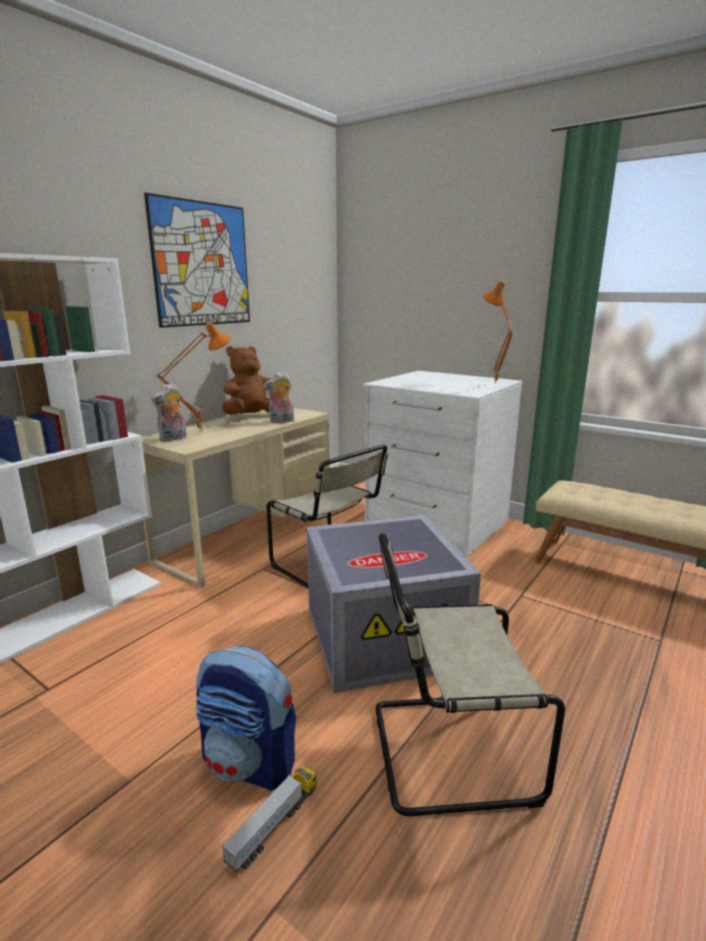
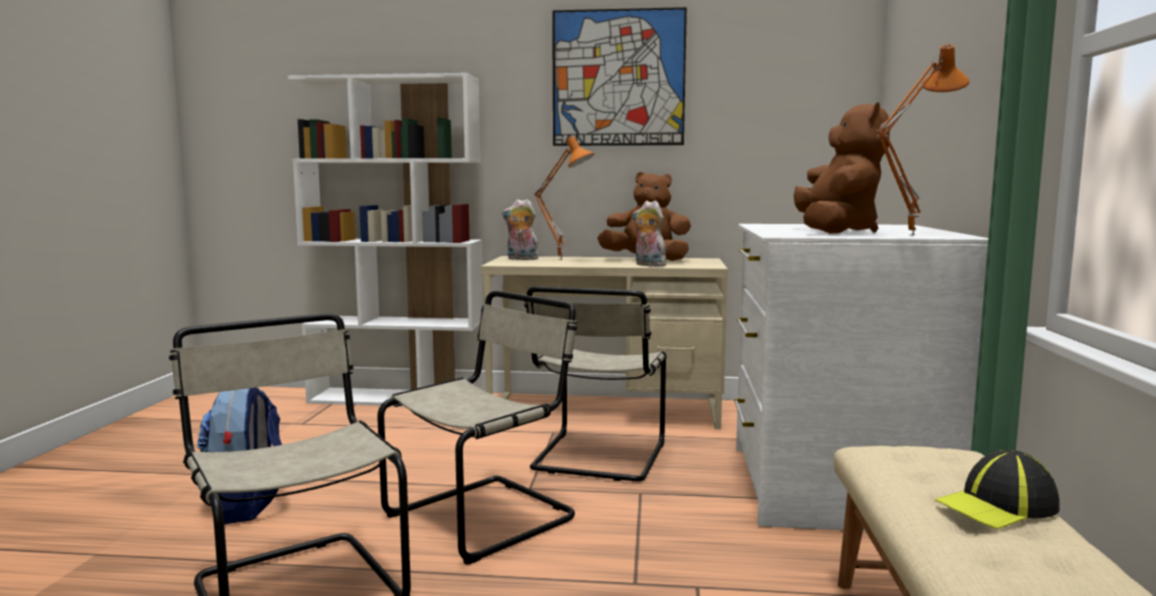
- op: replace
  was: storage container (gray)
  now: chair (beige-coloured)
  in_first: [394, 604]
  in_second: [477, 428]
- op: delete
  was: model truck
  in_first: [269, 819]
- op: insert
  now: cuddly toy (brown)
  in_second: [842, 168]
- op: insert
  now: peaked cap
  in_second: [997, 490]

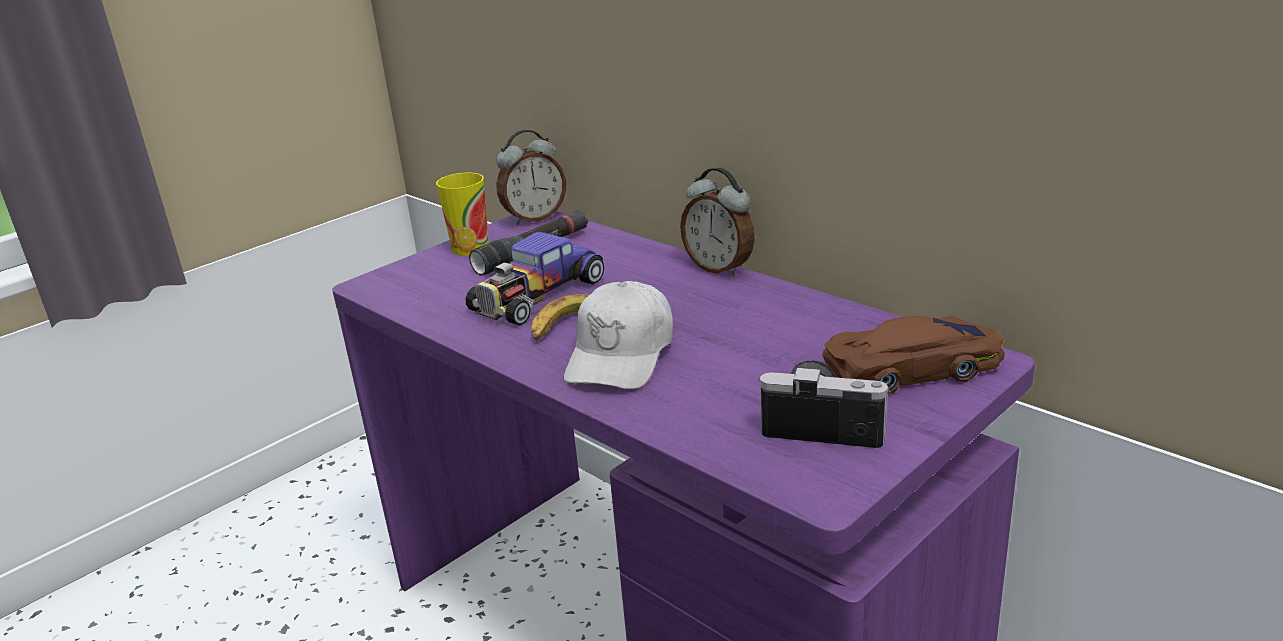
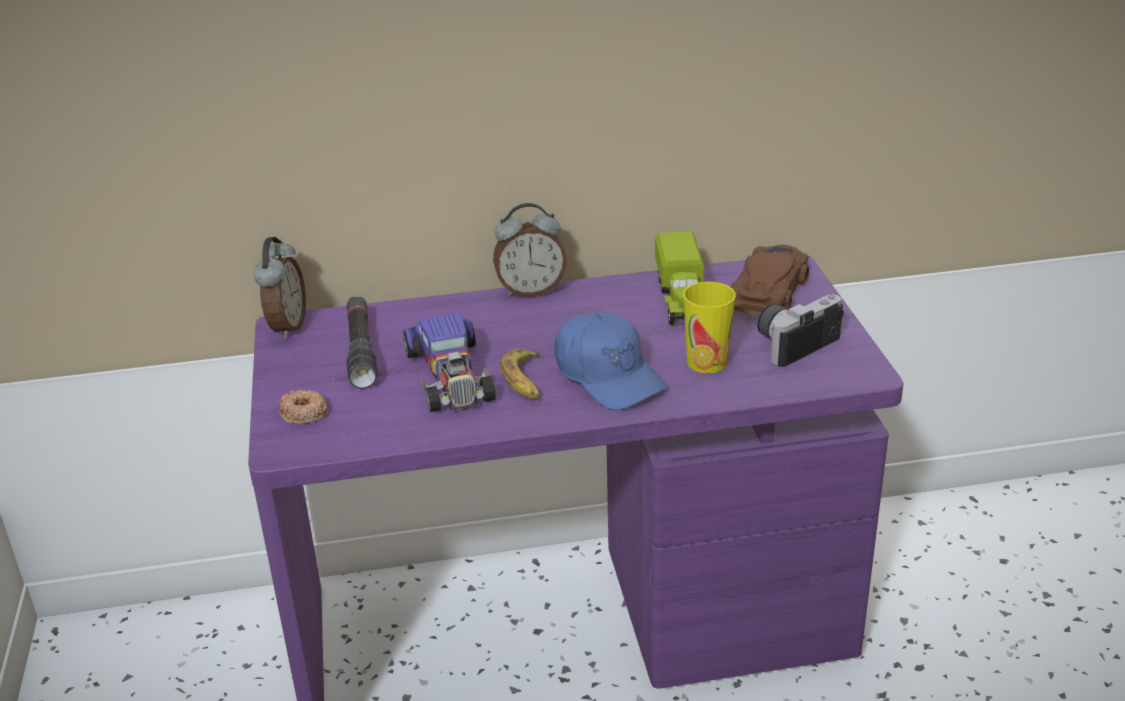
- op: move
  was: cup
  in_first: [462, 214]
  in_second: [709, 327]
- op: recolor
  was: peaked cap (white)
  now: peaked cap (bluish)
  in_first: [618, 335]
  in_second: [610, 361]
- op: insert
  now: model truck
  in_second: [679, 278]
- op: insert
  now: ring doughnut
  in_second: [303, 406]

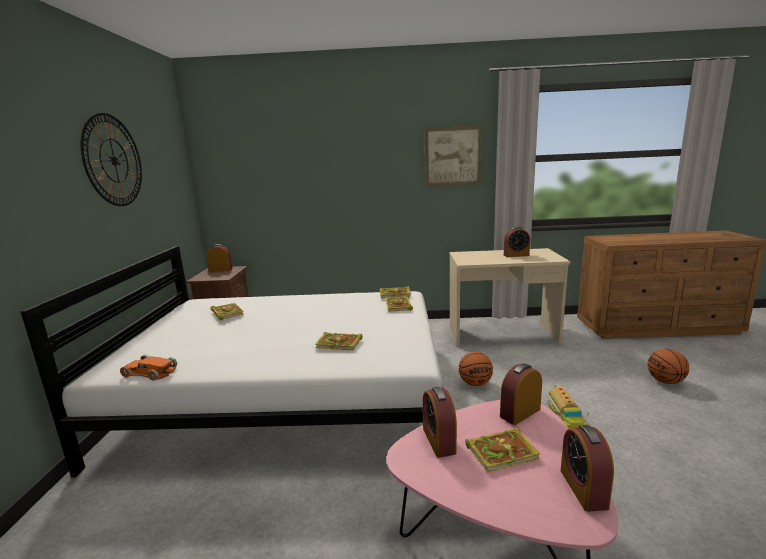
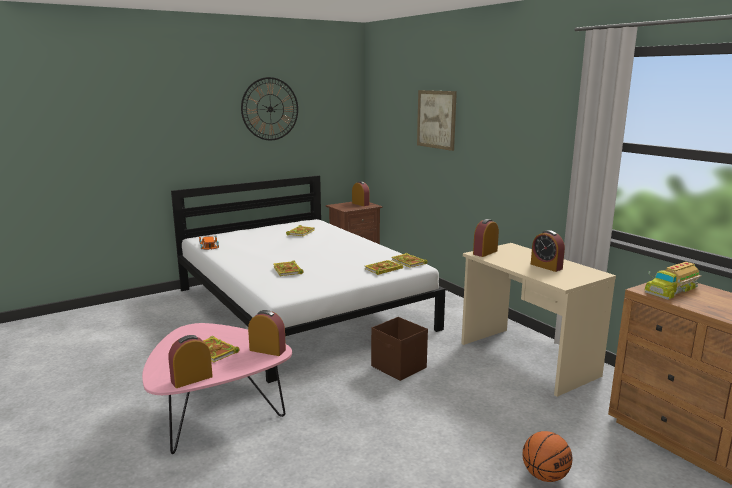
- op: move
  was: wall art
  in_first: [453, 156]
  in_second: [437, 120]
- op: replace
  was: basketball
  now: storage container (brown)
  in_first: [476, 369]
  in_second: [399, 349]
- op: move
  was: model truck
  in_first: [568, 406]
  in_second: [673, 280]
- op: move
  was: bedside clock
  in_first: [440, 422]
  in_second: [486, 238]

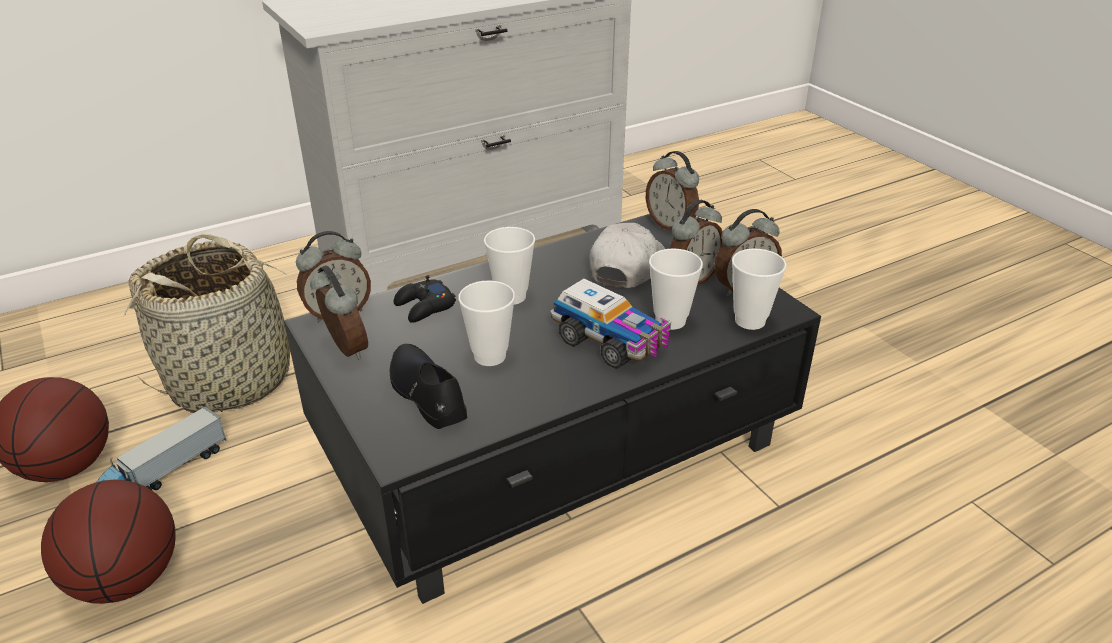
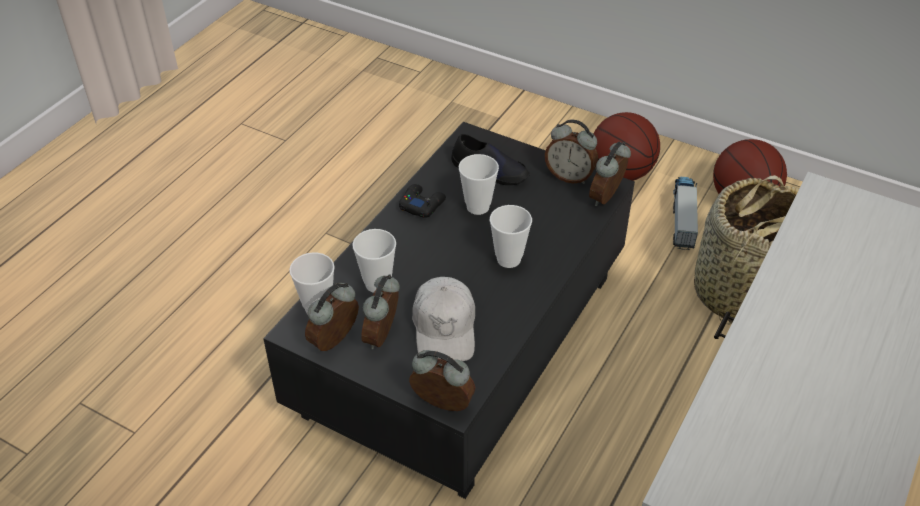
- op: move
  was: game controller (blackish)
  in_first: [425, 299]
  in_second: [422, 201]
- op: delete
  was: model truck
  in_first: [610, 324]

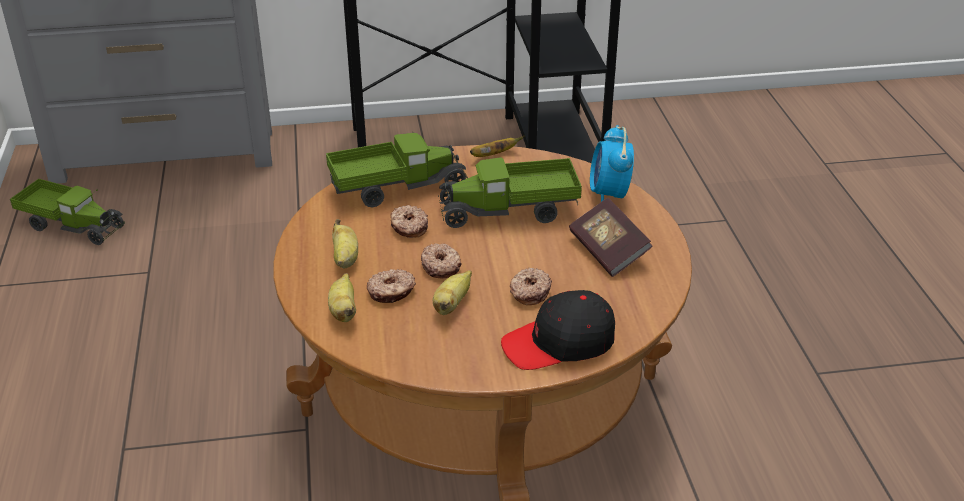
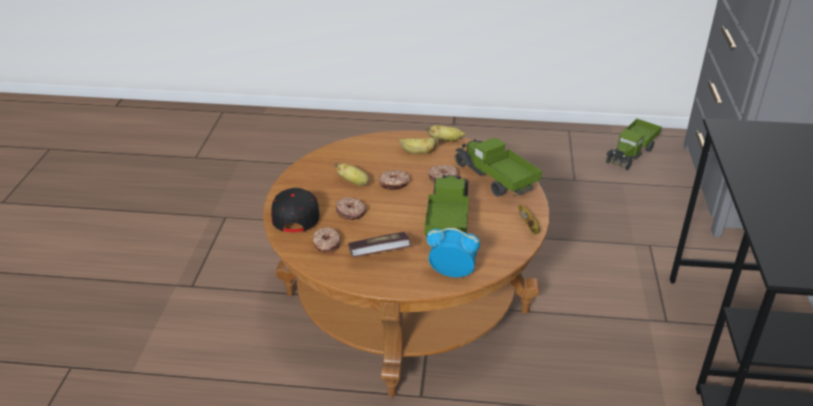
- op: rotate
  was: model truck
  in_first: [397, 170]
  in_second: [498, 167]
  clockwise: 150
- op: move
  was: ring doughnut
  in_first: [391, 286]
  in_second: [327, 240]
- op: move
  was: whole banana
  in_first: [342, 297]
  in_second: [446, 133]

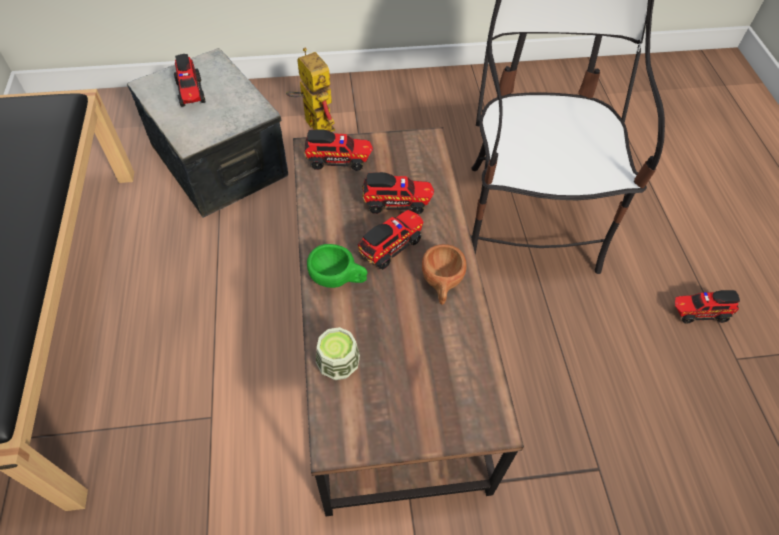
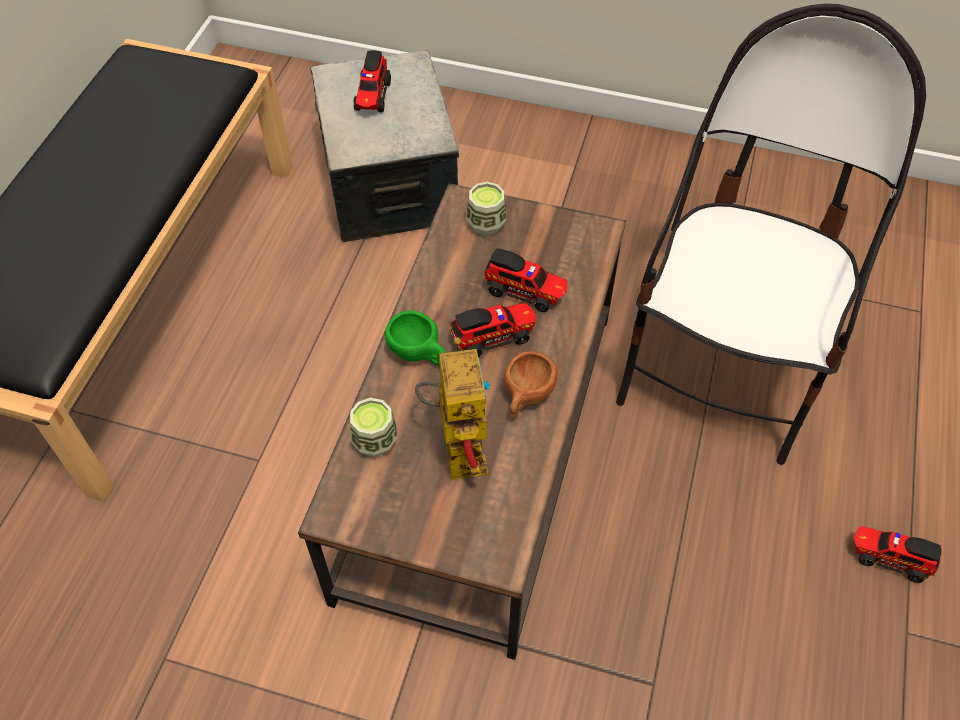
- op: move
  was: robot figure
  in_first: [310, 89]
  in_second: [452, 408]
- op: replace
  was: model truck
  now: cup
  in_first: [338, 150]
  in_second: [486, 209]

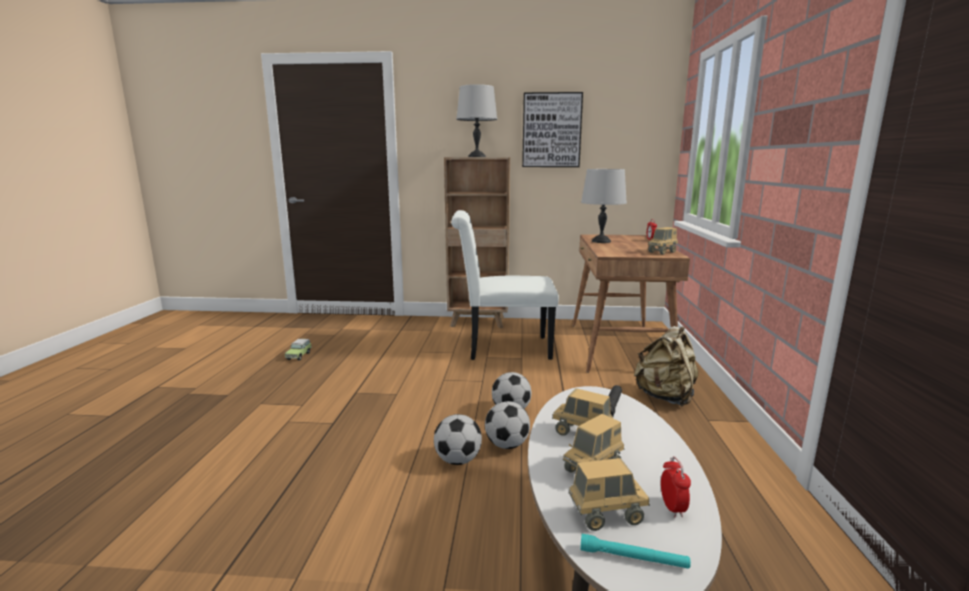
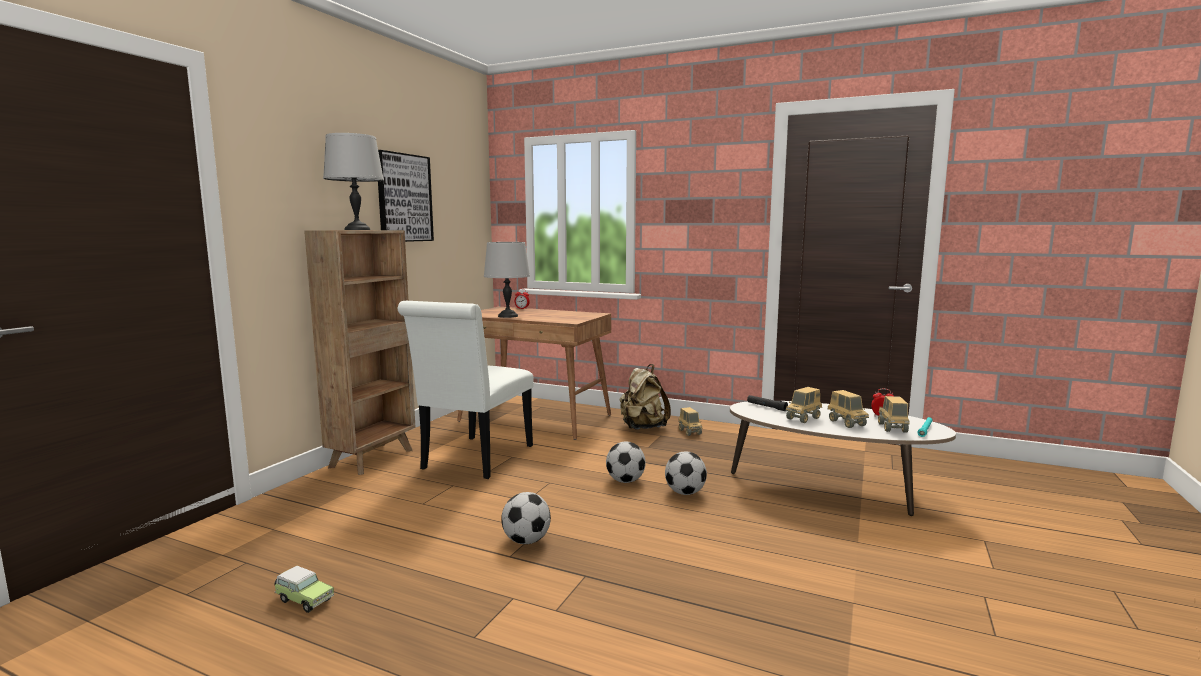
- op: move
  was: model truck
  in_first: [663, 240]
  in_second: [690, 421]
- op: move
  was: ball for football
  in_first: [458, 439]
  in_second: [526, 518]

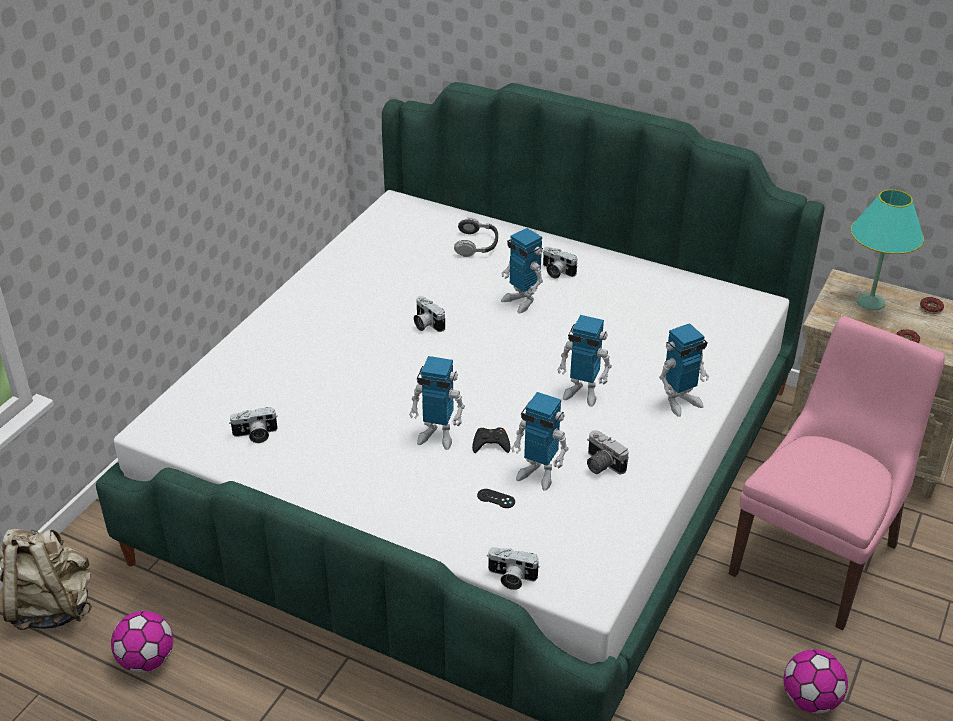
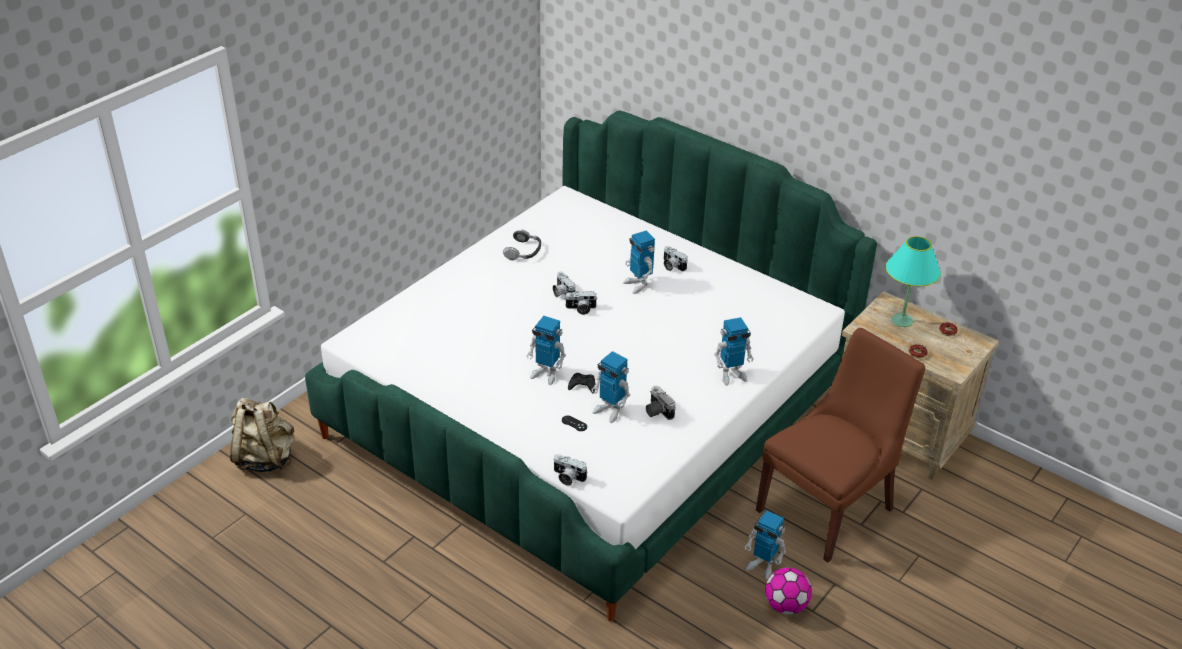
- op: move
  was: headphones
  in_first: [476, 237]
  in_second: [522, 244]
- op: move
  was: robot figure
  in_first: [584, 361]
  in_second: [765, 545]
- op: recolor
  was: chair (pink-coloured)
  now: chair (brown)
  in_first: [836, 473]
  in_second: [840, 445]
- op: move
  was: photo camera
  in_first: [253, 425]
  in_second: [581, 303]
- op: delete
  was: ball for football
  in_first: [142, 642]

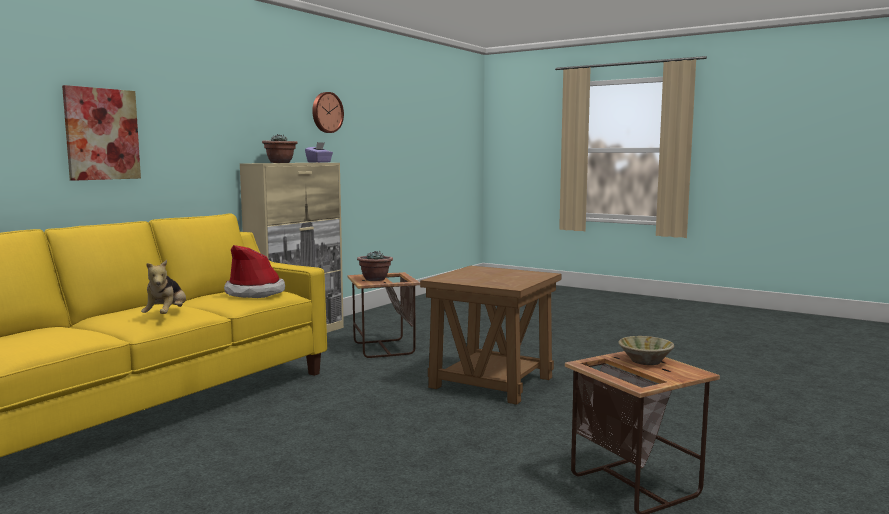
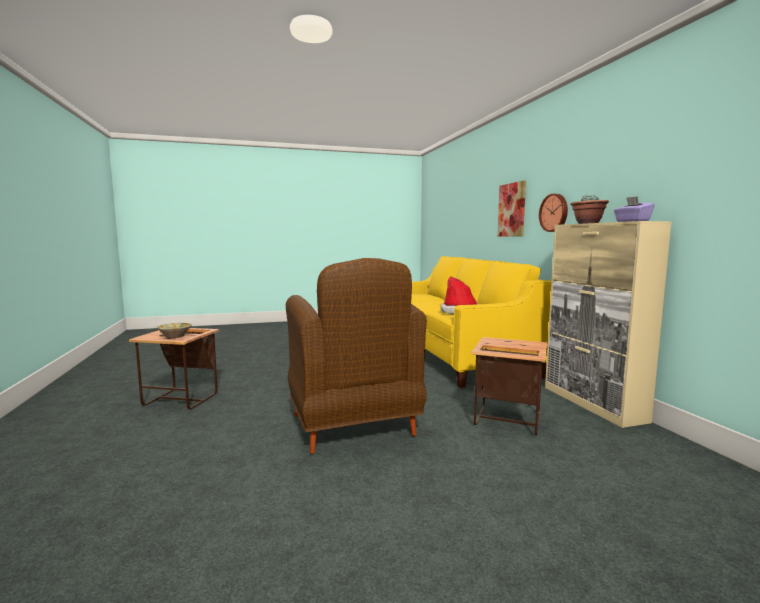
- op: move
  was: wall clock
  in_first: [328, 112]
  in_second: [553, 213]
- op: delete
  was: plant in a pot
  in_first: [375, 265]
- op: delete
  was: cuddly toy
  in_first: [163, 287]
- op: replace
  was: accent table (brown)
  now: armchair (brown)
  in_first: [490, 335]
  in_second: [356, 356]

